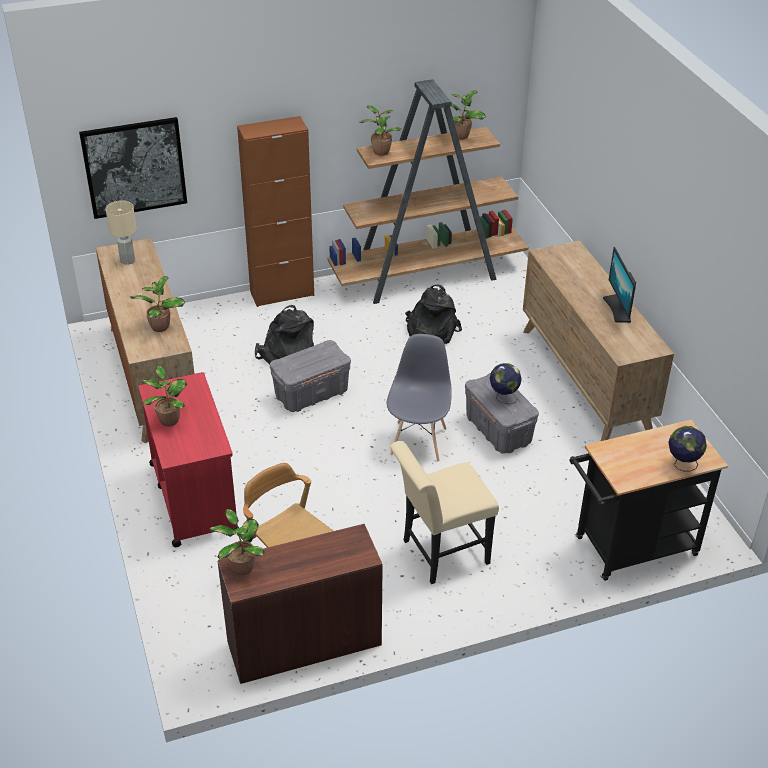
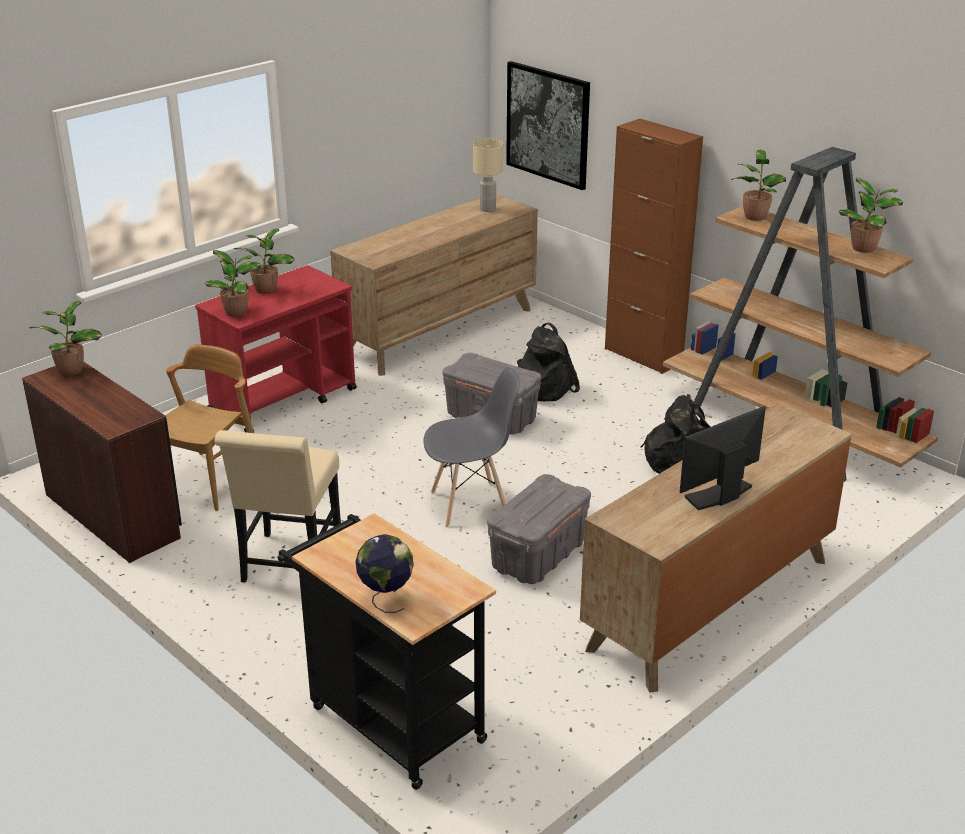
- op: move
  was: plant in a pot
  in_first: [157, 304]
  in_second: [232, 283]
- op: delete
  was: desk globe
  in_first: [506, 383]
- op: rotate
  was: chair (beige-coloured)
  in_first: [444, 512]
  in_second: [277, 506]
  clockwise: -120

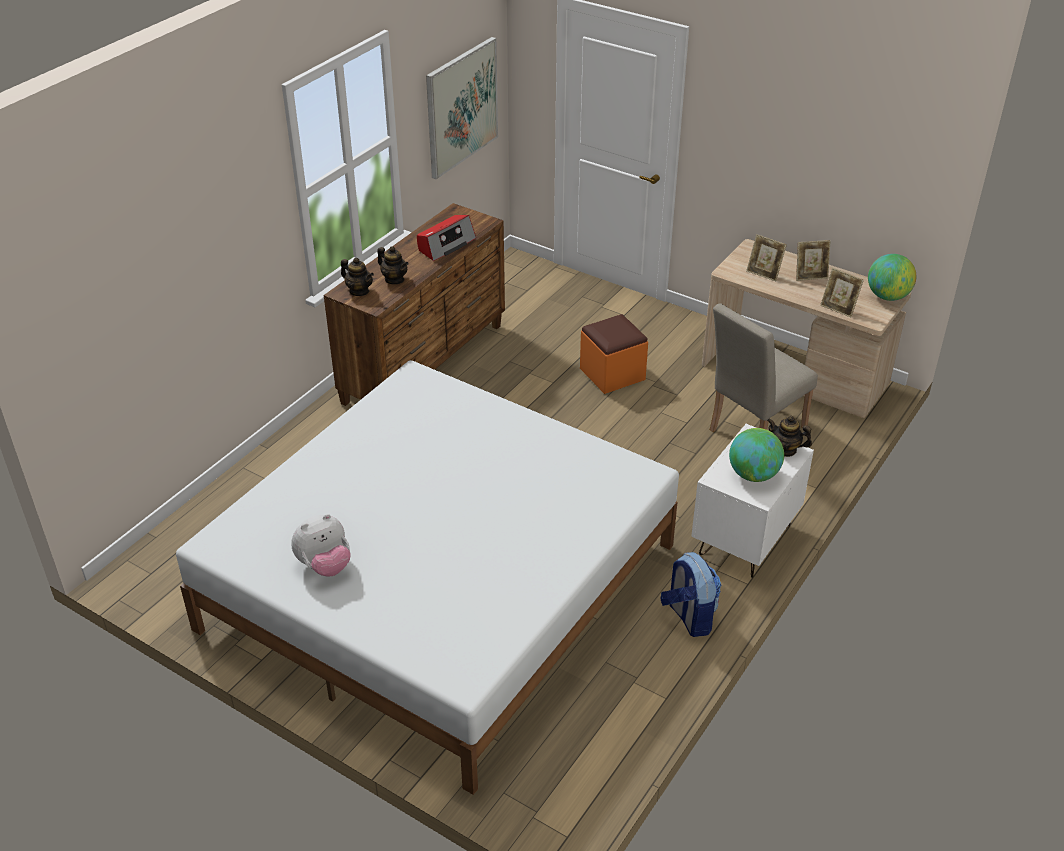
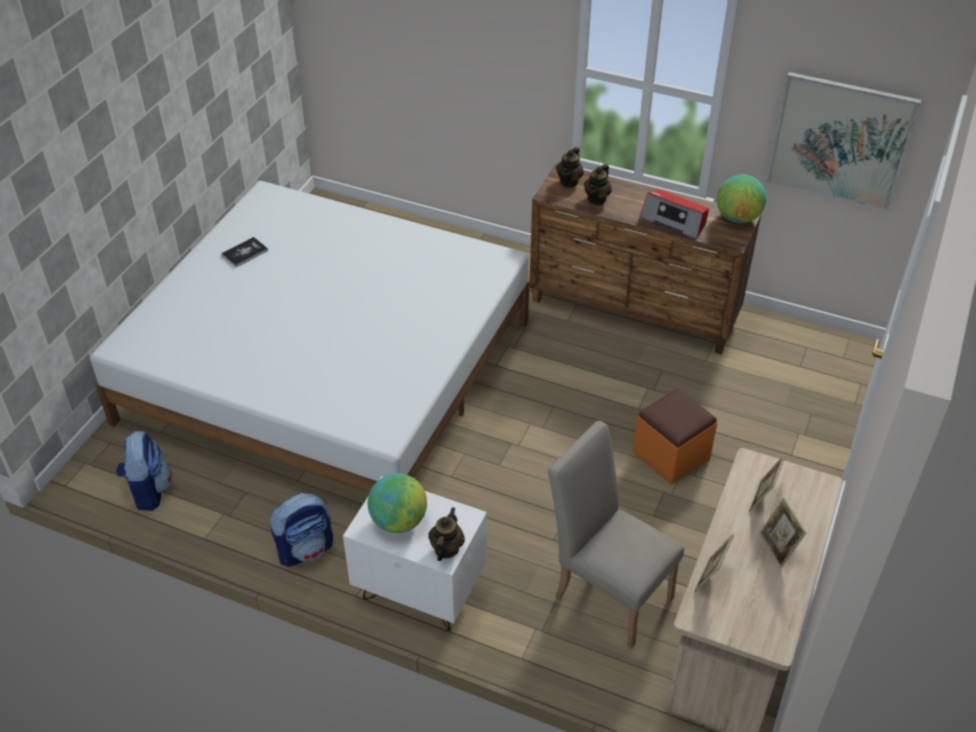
- op: move
  was: desk globe
  in_first: [892, 277]
  in_second: [741, 198]
- op: replace
  was: cuddly toy
  now: bound book
  in_first: [320, 545]
  in_second: [244, 252]
- op: insert
  now: backpack
  in_second: [144, 471]

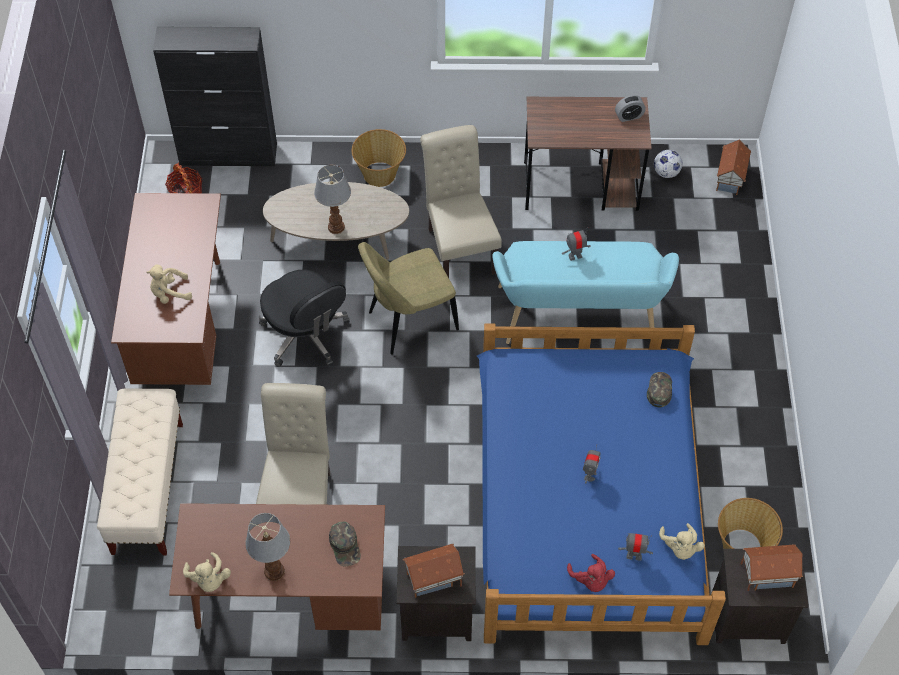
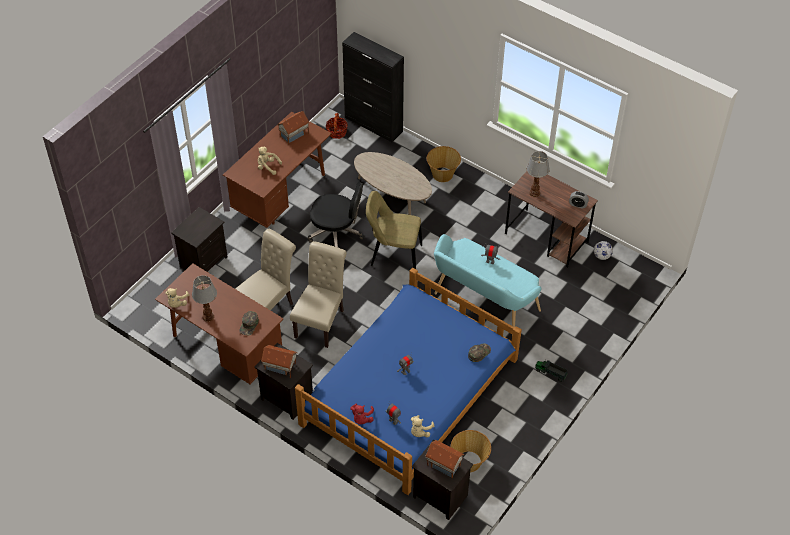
- op: move
  was: chair (beige-coloured)
  in_first: [461, 201]
  in_second: [318, 294]
- op: move
  was: toy house
  in_first: [733, 167]
  in_second: [293, 127]
- op: move
  was: tabletop lamp
  in_first: [332, 199]
  in_second: [538, 174]
- op: rotate
  was: computer chair (blackish)
  in_first: [304, 318]
  in_second: [336, 214]
  clockwise: -75
- op: replace
  was: bench (beige-coloured)
  now: night table (blackish)
  in_first: [140, 471]
  in_second: [199, 239]
- op: insert
  now: model truck
  in_second: [551, 371]

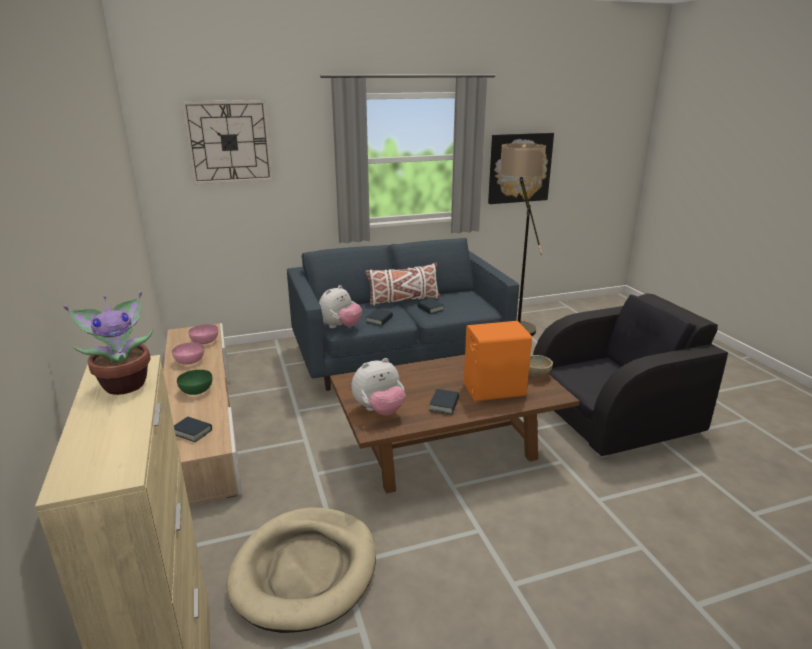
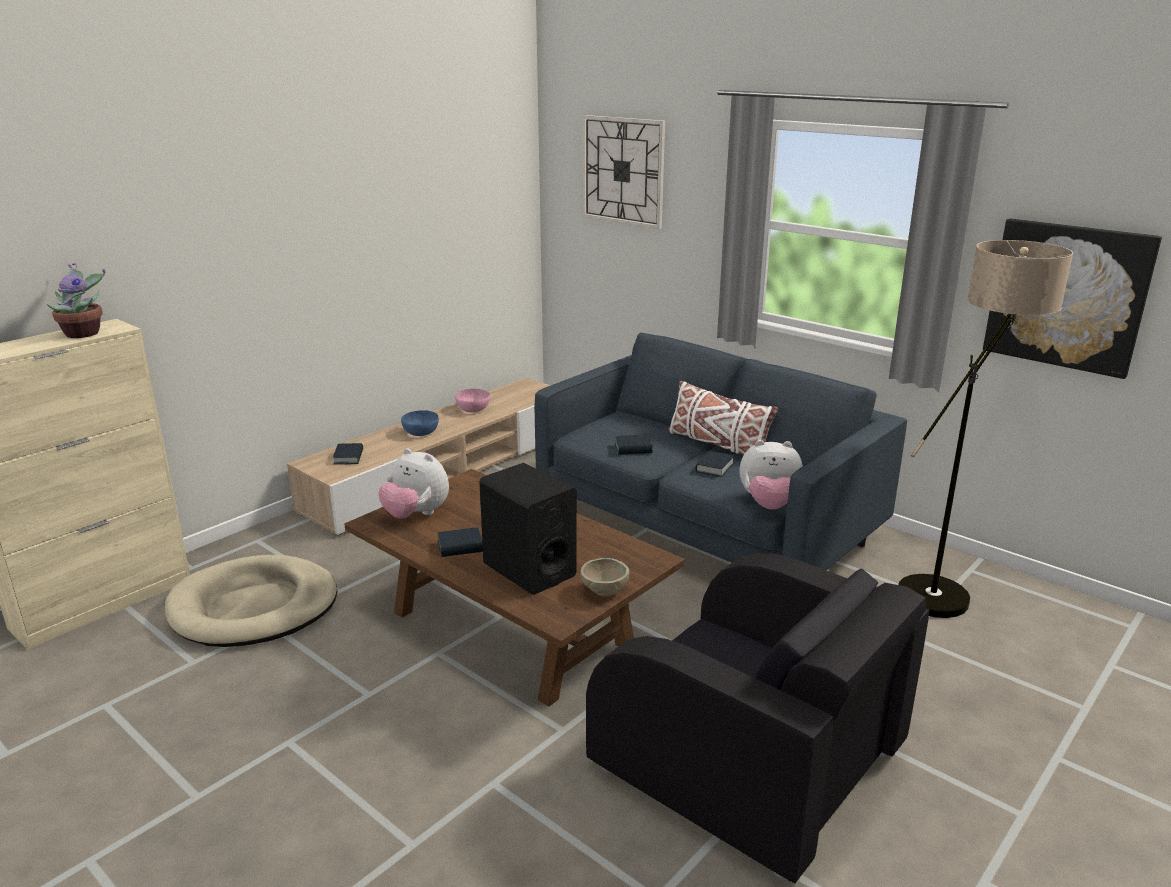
- op: move
  was: cuddly toy
  in_first: [340, 306]
  in_second: [771, 475]
- op: recolor
  was: audio speaker (orange-coloured)
  now: audio speaker (blackish)
  in_first: [498, 361]
  in_second: [528, 529]
- op: delete
  was: deep dish (pink-coloured)
  in_first: [203, 334]
- op: recolor
  was: deep dish (green)
  now: deep dish (bluish)
  in_first: [194, 382]
  in_second: [420, 423]

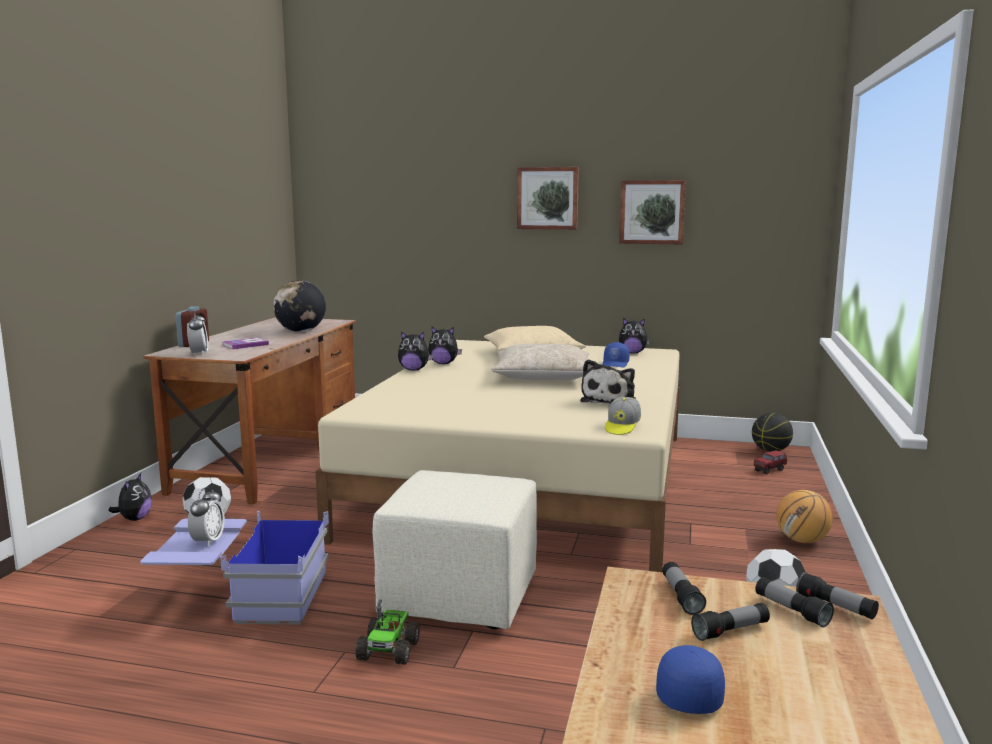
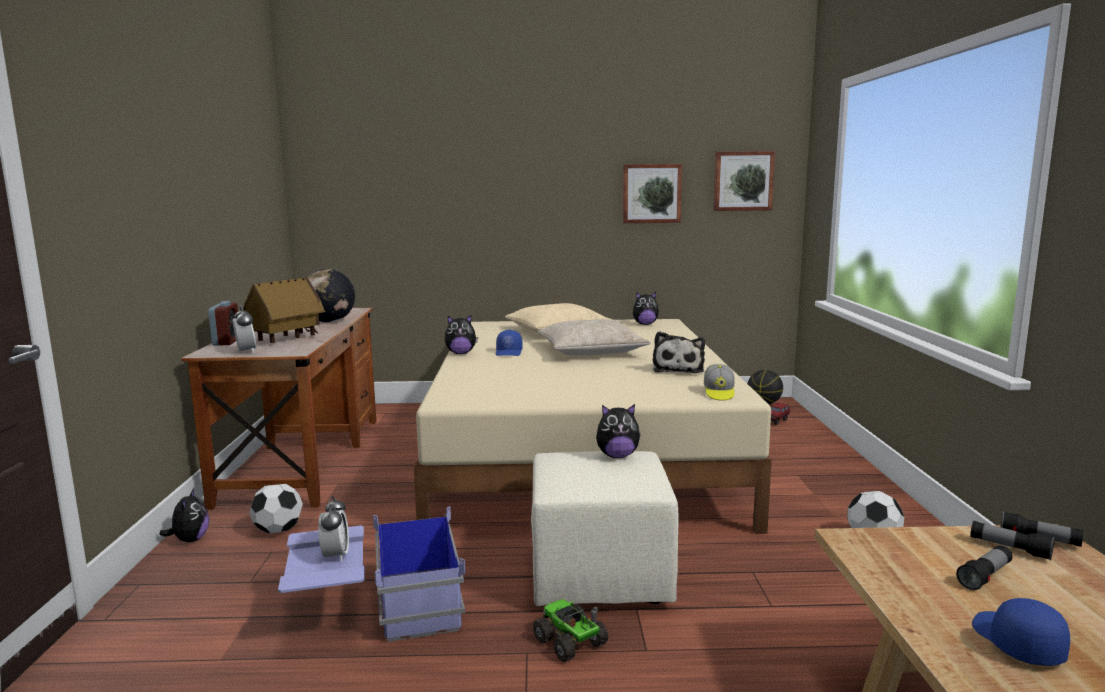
- op: move
  was: wall art
  in_first: [548, 198]
  in_second: [744, 181]
- op: move
  was: cuddly toy
  in_first: [445, 345]
  in_second: [618, 431]
- op: replace
  was: bound book
  now: toy house
  in_first: [245, 343]
  in_second: [284, 310]
- op: move
  was: peaked cap (bluish)
  in_first: [616, 355]
  in_second: [509, 343]
- op: delete
  was: basketball
  in_first: [804, 516]
- op: delete
  was: torch
  in_first: [684, 588]
- op: rotate
  was: model truck
  in_first: [388, 632]
  in_second: [570, 630]
  clockwise: 150

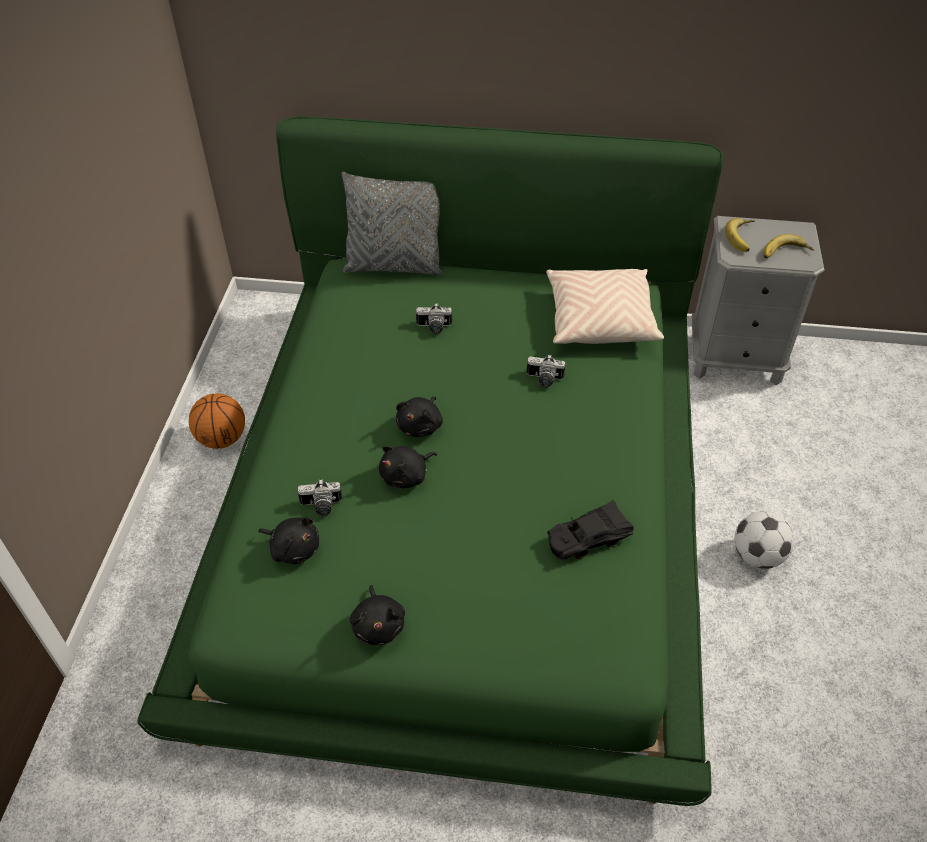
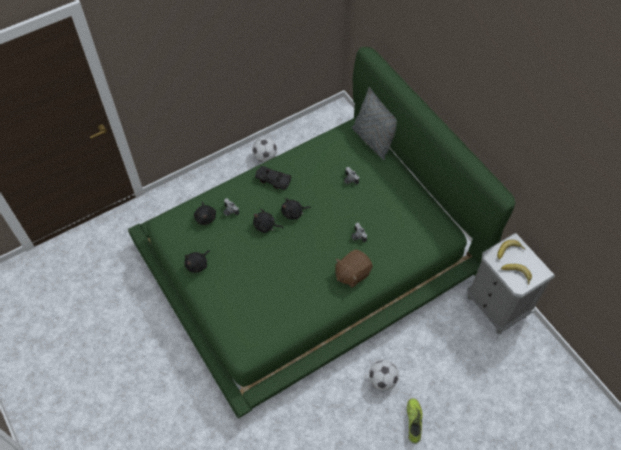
- op: delete
  was: cushion (beige-coloured)
  in_first: [605, 306]
- op: replace
  was: basketball
  now: ball for football
  in_first: [217, 421]
  in_second: [264, 149]
- op: move
  was: model car (blackish)
  in_first: [590, 530]
  in_second: [273, 178]
- op: insert
  now: cuddly toy (brown)
  in_second: [354, 269]
- op: insert
  now: item of footwear
  in_second: [414, 421]

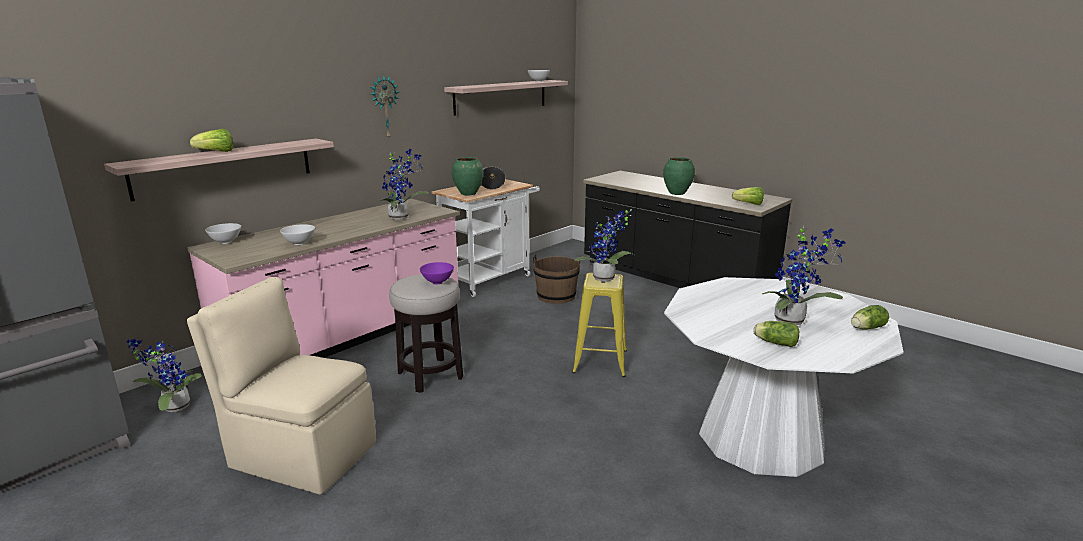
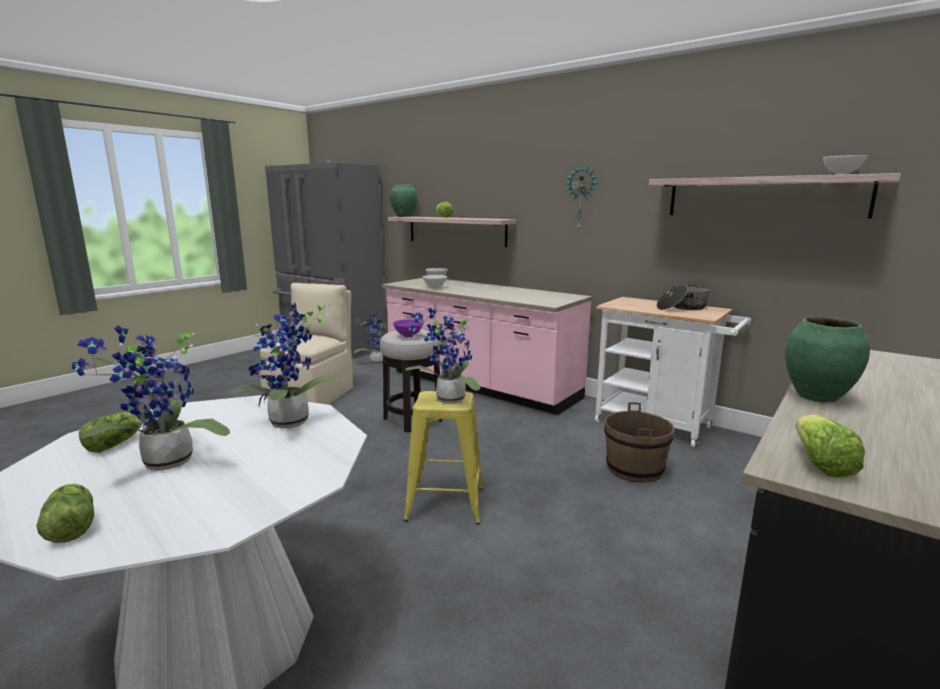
- op: move
  was: plant in a pot
  in_first: [403, 184]
  in_second: [289, 365]
- op: move
  was: decorative vase (green)
  in_first: [467, 176]
  in_second: [403, 200]

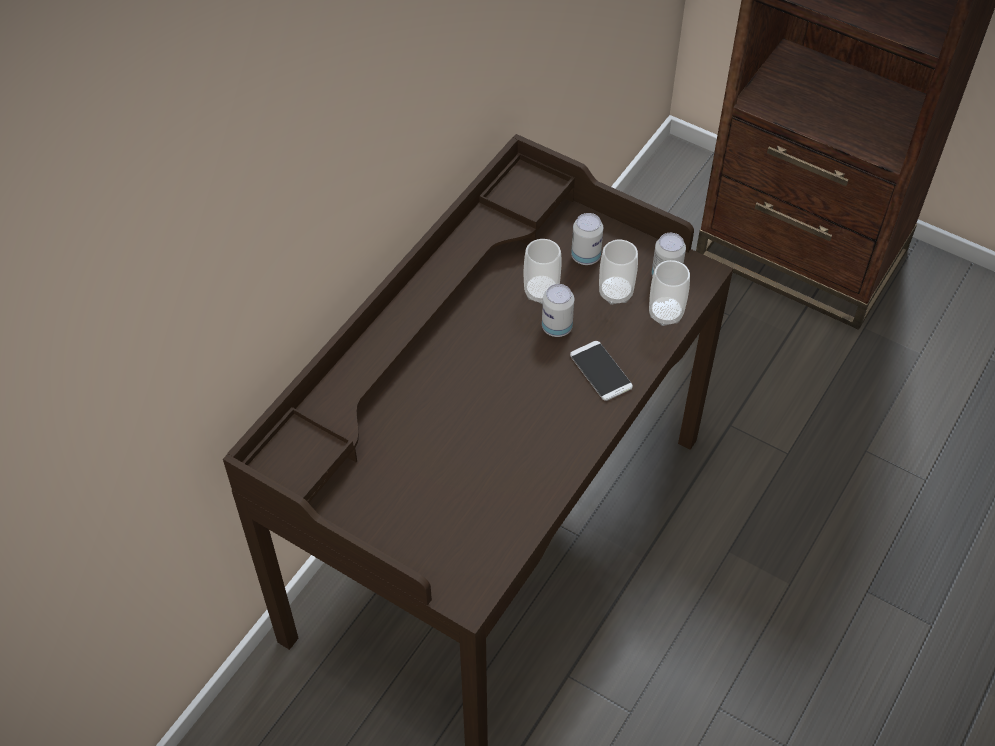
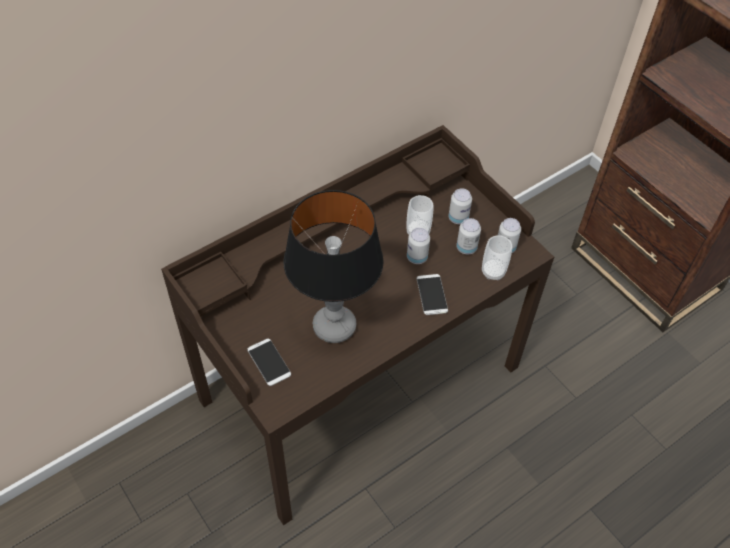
- op: replace
  was: cup
  now: metal can
  in_first: [618, 272]
  in_second: [468, 236]
- op: insert
  now: tabletop lamp
  in_second: [333, 266]
- op: insert
  now: phone
  in_second: [269, 362]

